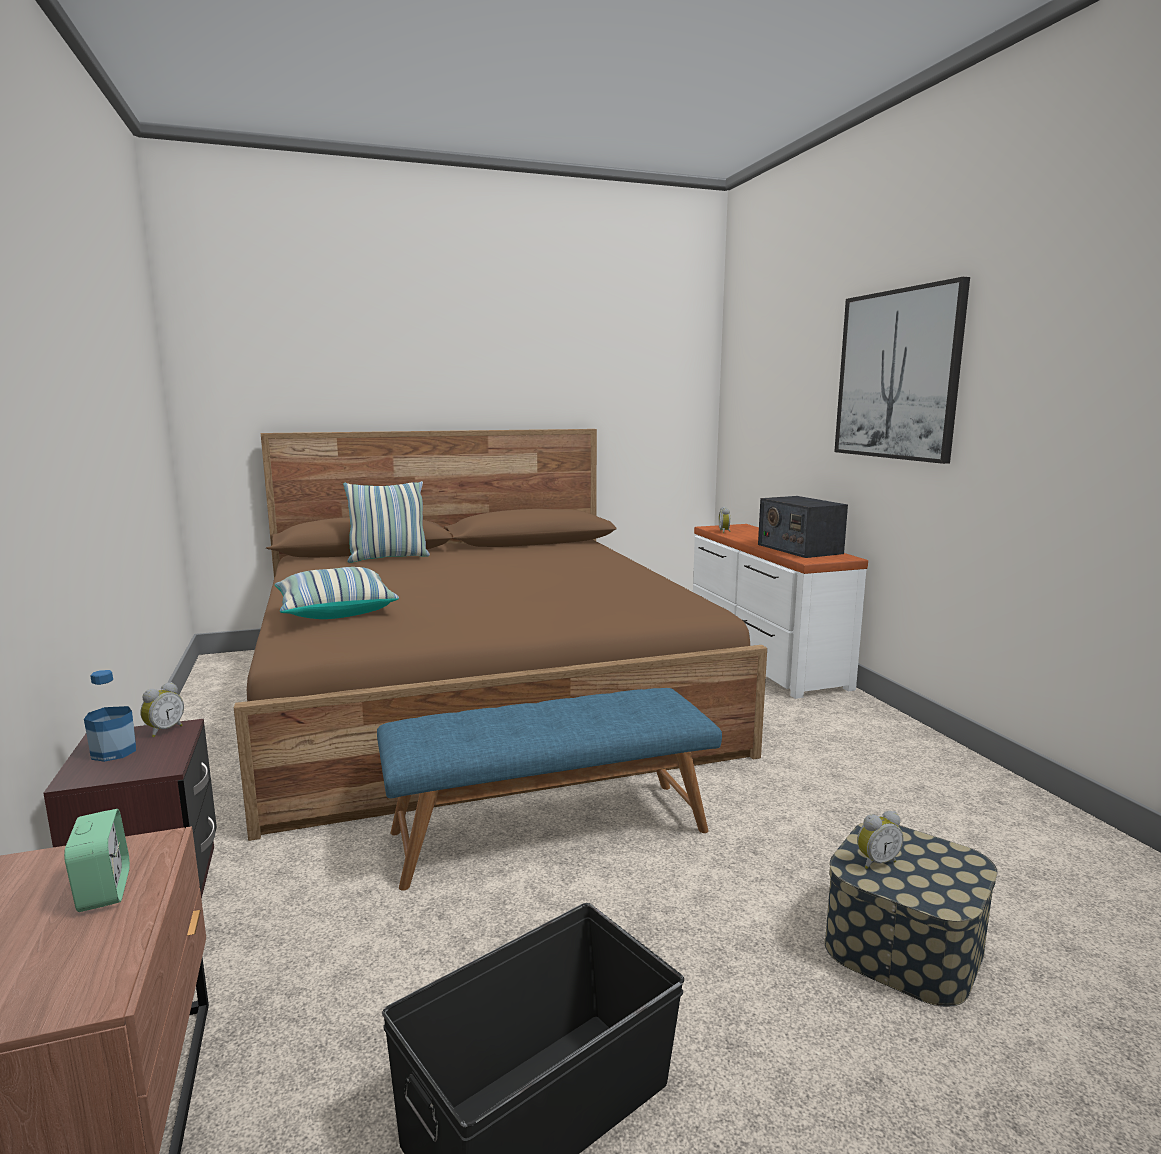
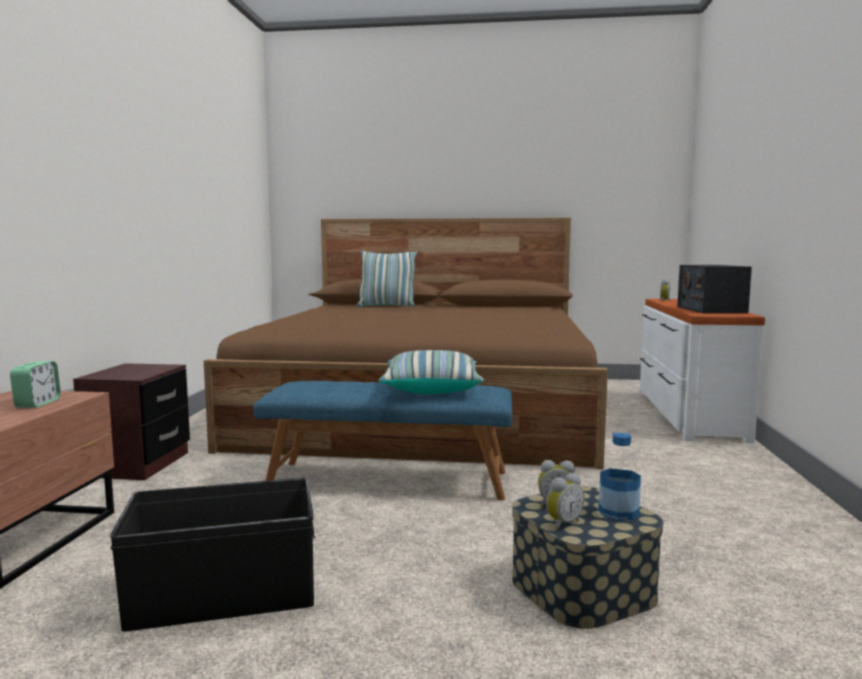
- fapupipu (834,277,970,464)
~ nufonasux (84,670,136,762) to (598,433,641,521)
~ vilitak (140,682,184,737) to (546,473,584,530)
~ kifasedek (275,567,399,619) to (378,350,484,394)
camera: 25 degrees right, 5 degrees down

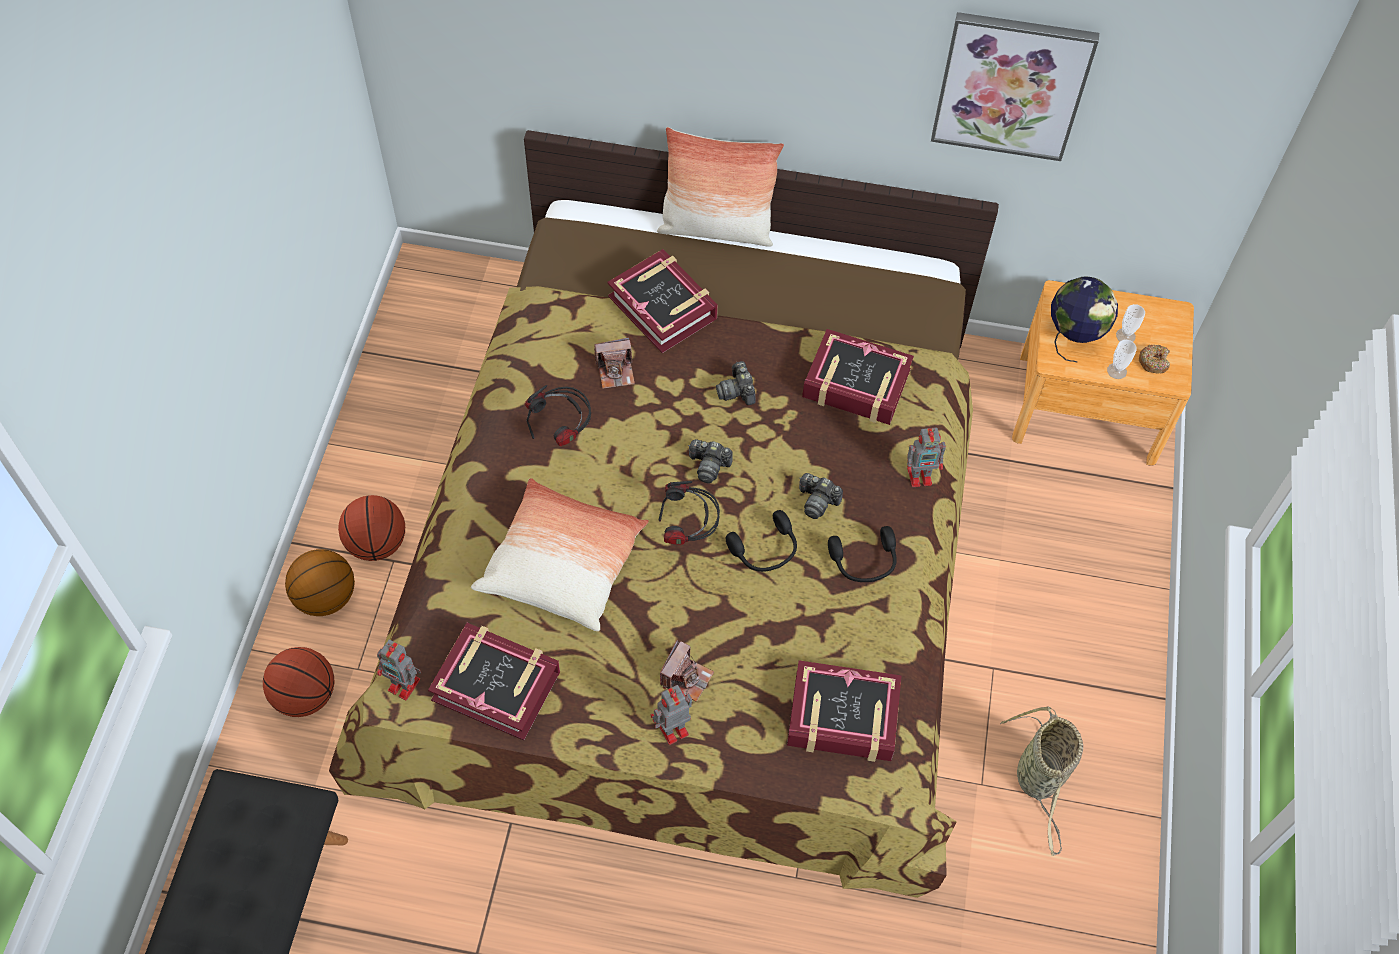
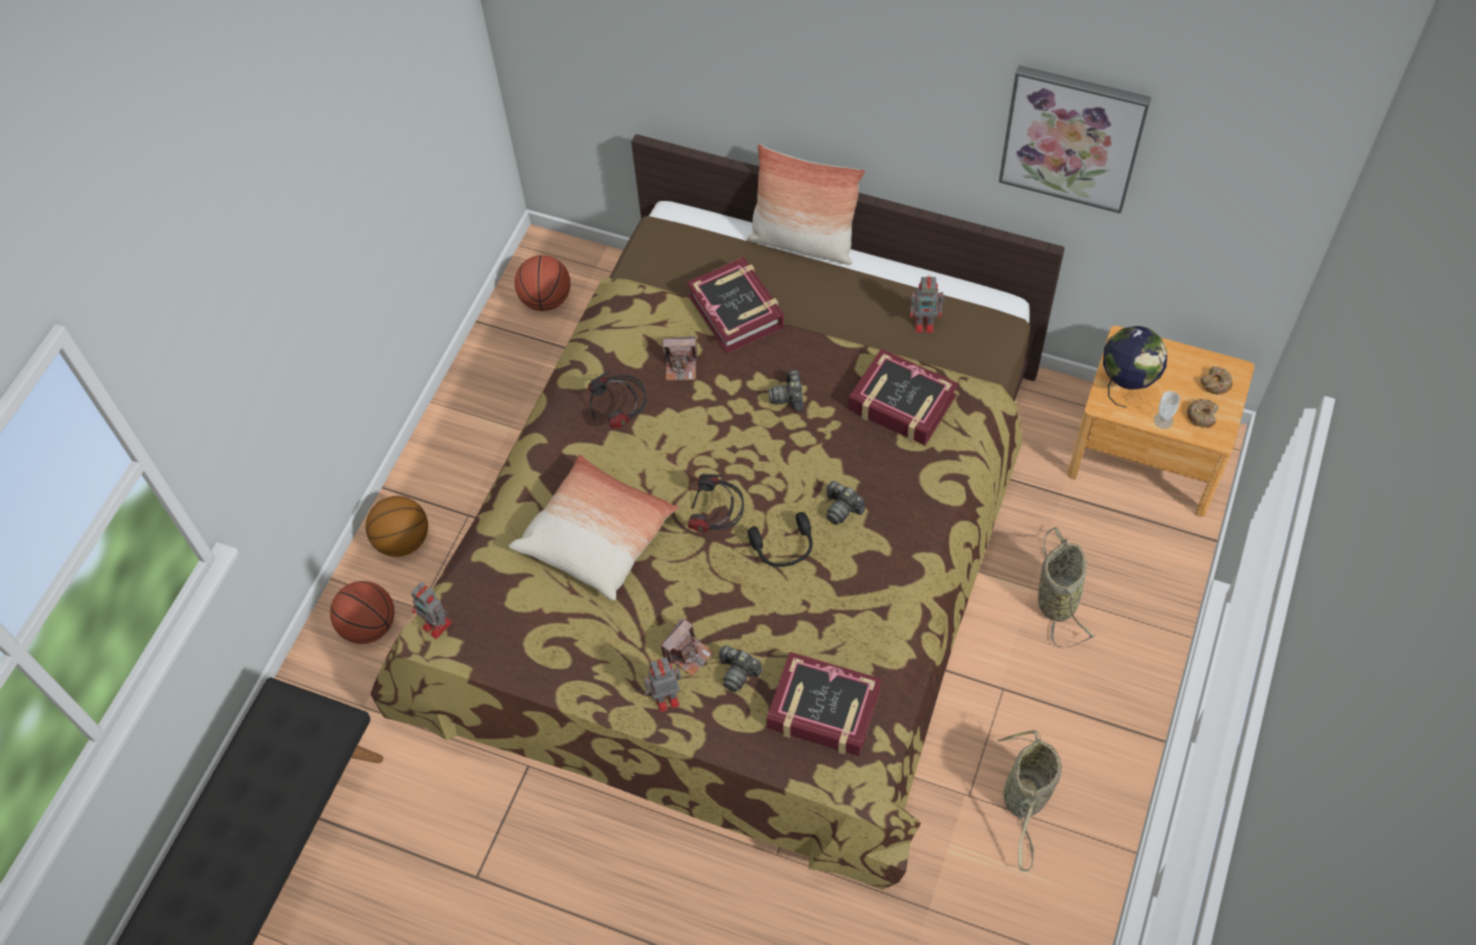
- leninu (428,623,560,741)
- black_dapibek (828,526,897,582)
- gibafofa (1116,304,1145,342)
+ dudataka (1038,527,1096,648)
+ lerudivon (1200,366,1232,395)
~ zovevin (338,495,405,561) to (515,255,570,311)
~ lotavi (688,439,733,483) to (719,646,762,692)
~ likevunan (907,428,946,487) to (910,276,945,333)
camera: 15 degrees right, 0 degrees up

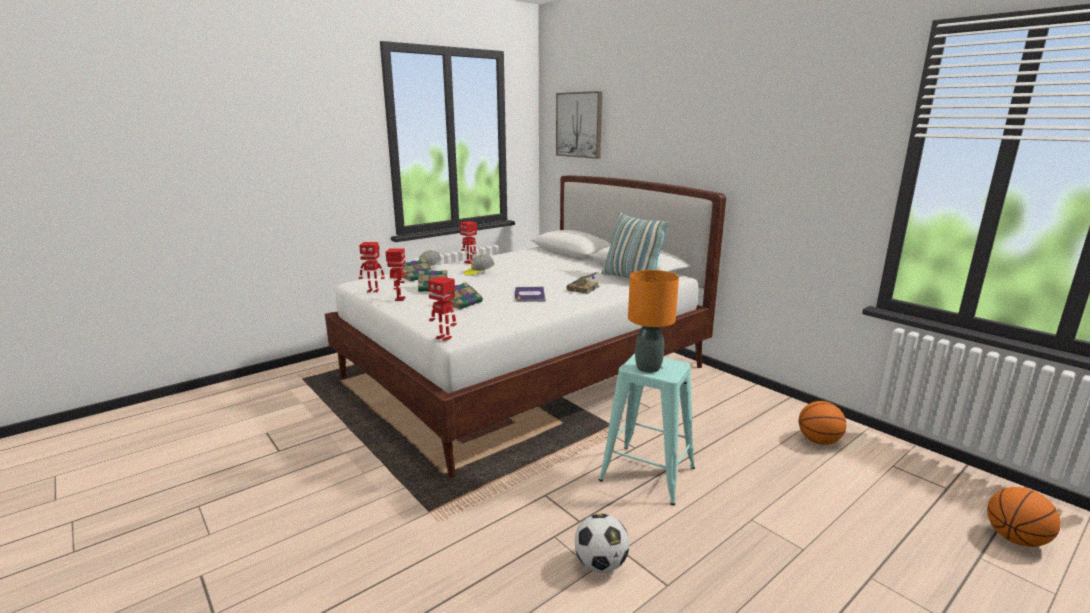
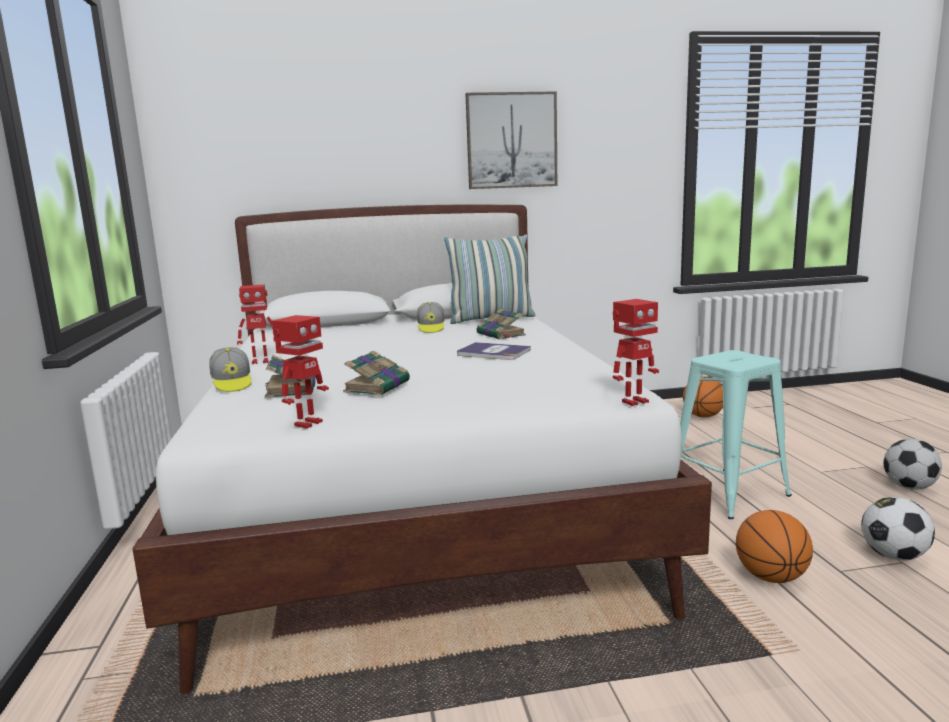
- likevunan (386,248,406,301)
- leninu (448,282,483,309)
- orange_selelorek (628,270,679,373)
+ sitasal (883,439,942,490)
~ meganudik (464,254,495,276) to (417,302,445,333)
~ fapupipu (556,91,602,159) to (466,91,557,189)
~ zovevin (987,487,1061,547) to (736,510,813,583)
camera: 60 degrees left, 5 degrees down

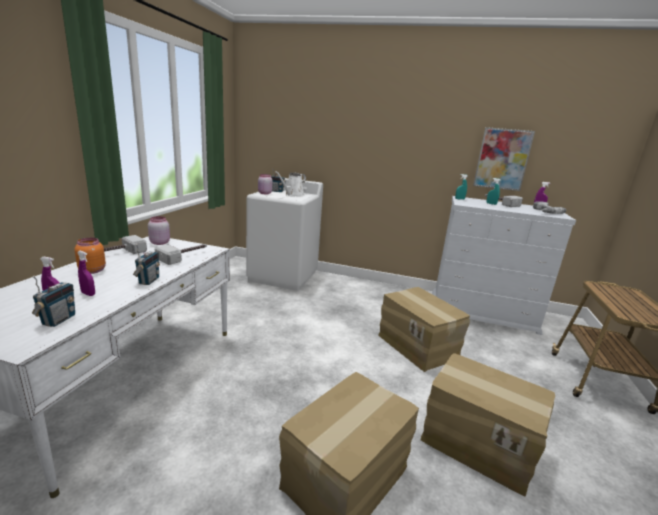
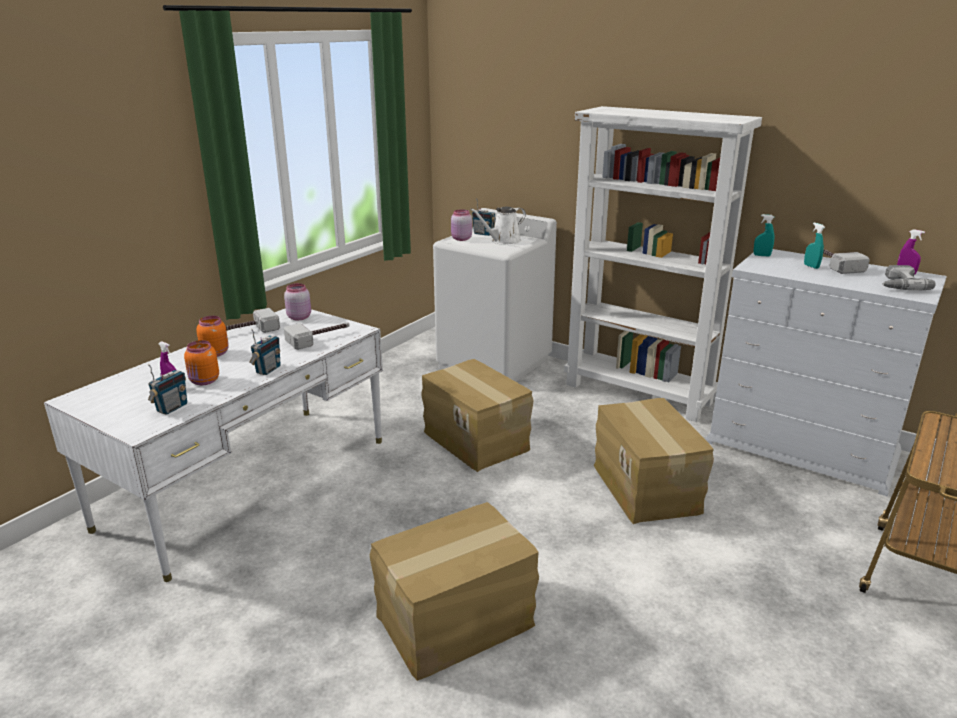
- fapupipu (473,127,535,191)
+ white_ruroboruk (564,106,762,422)
~ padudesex (421,353,555,497) to (421,359,533,472)
~ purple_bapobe (77,251,95,296) to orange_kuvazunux (184,340,219,385)
camera: 20 degrees right, 5 degrees up

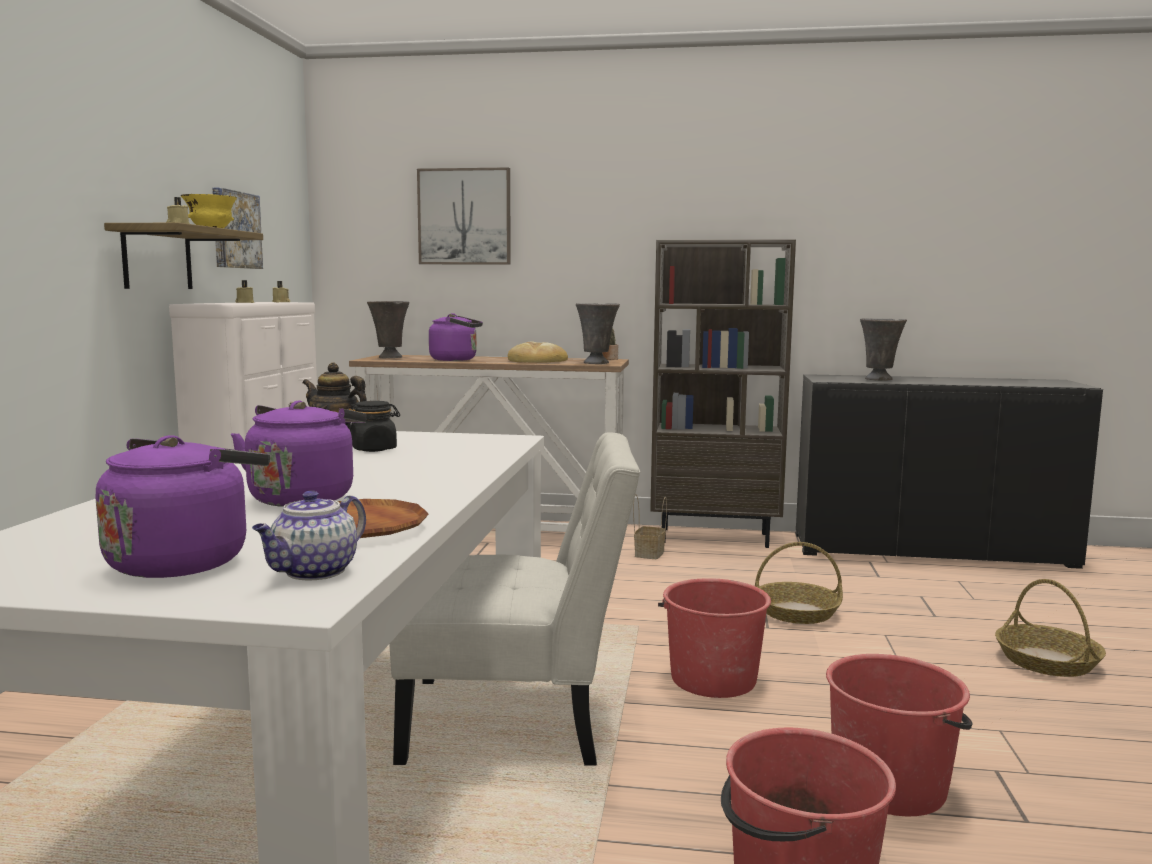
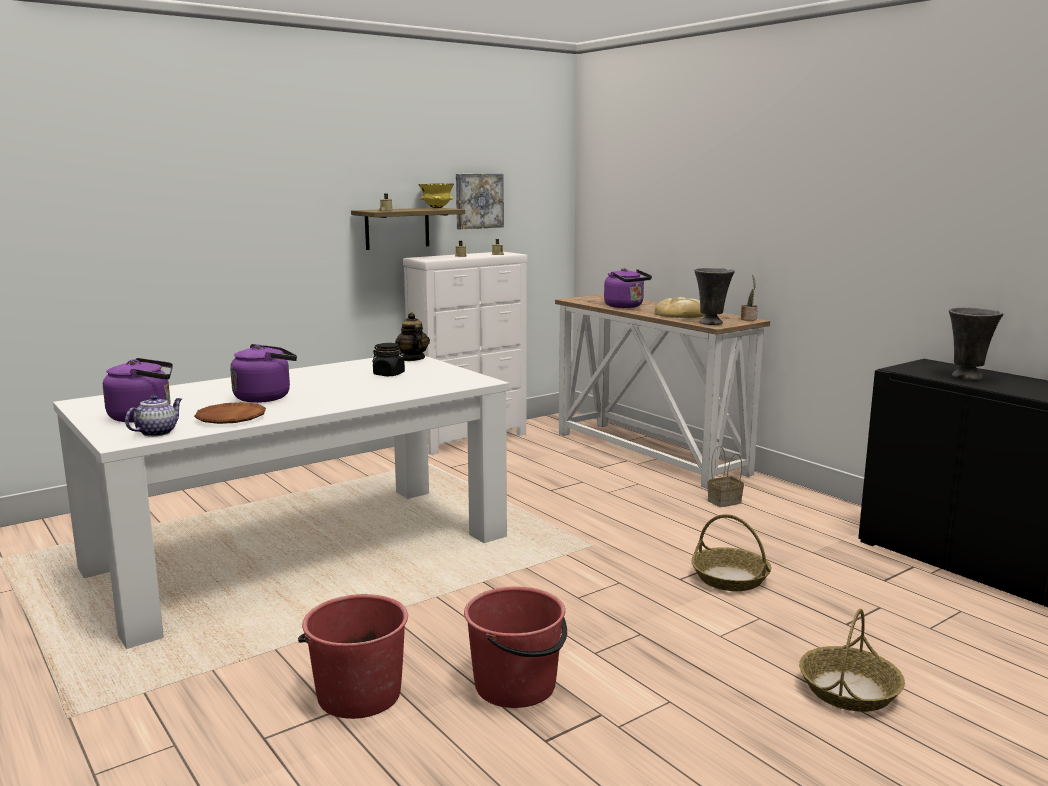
- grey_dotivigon (367,301,409,358)
- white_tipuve (389,432,640,766)
- fapupipu (417,167,511,265)
- brown_ruroboruk (650,239,796,548)
- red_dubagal (658,578,771,698)
~ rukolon (252,490,366,580) = (125,395,182,437) 135 degrees clockwise
camera: 45 degrees right, 5 degrees up

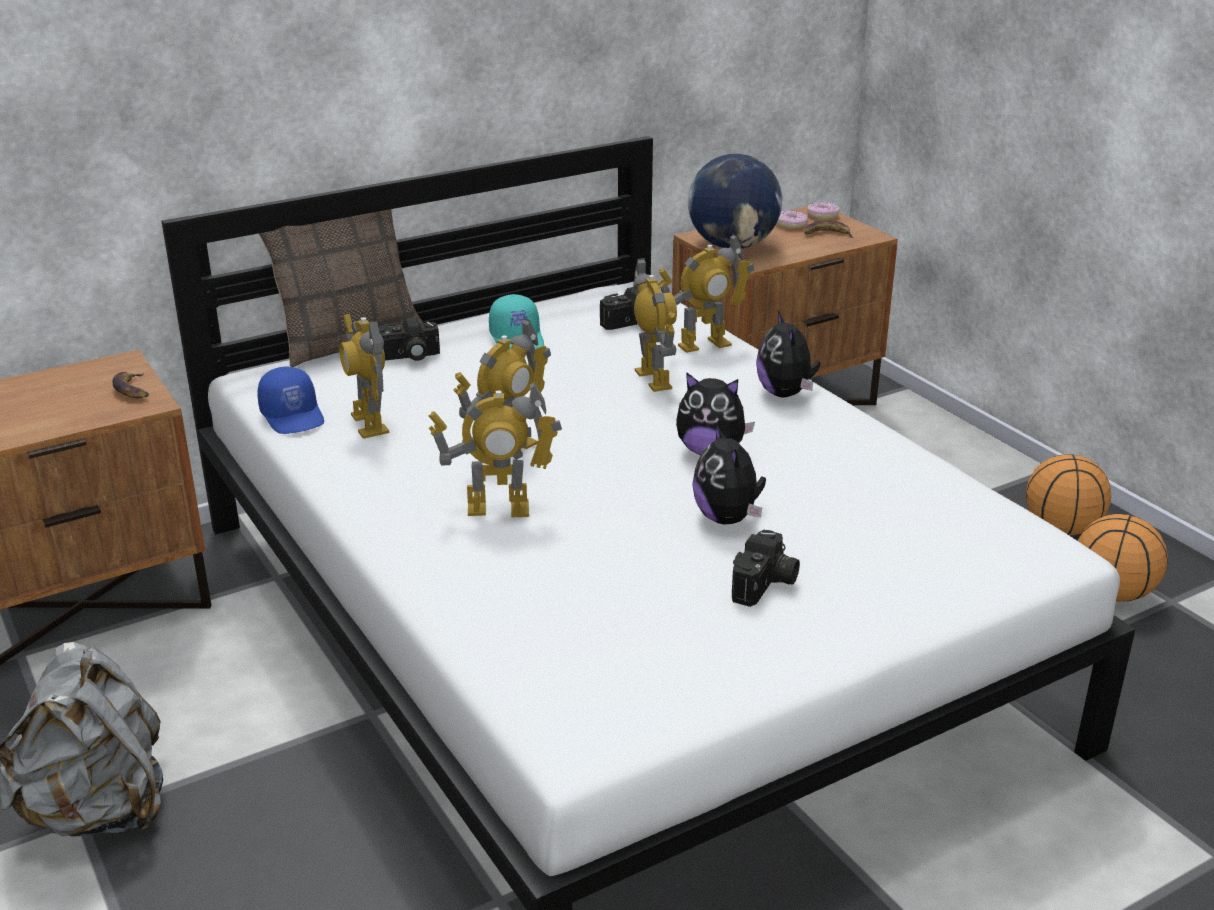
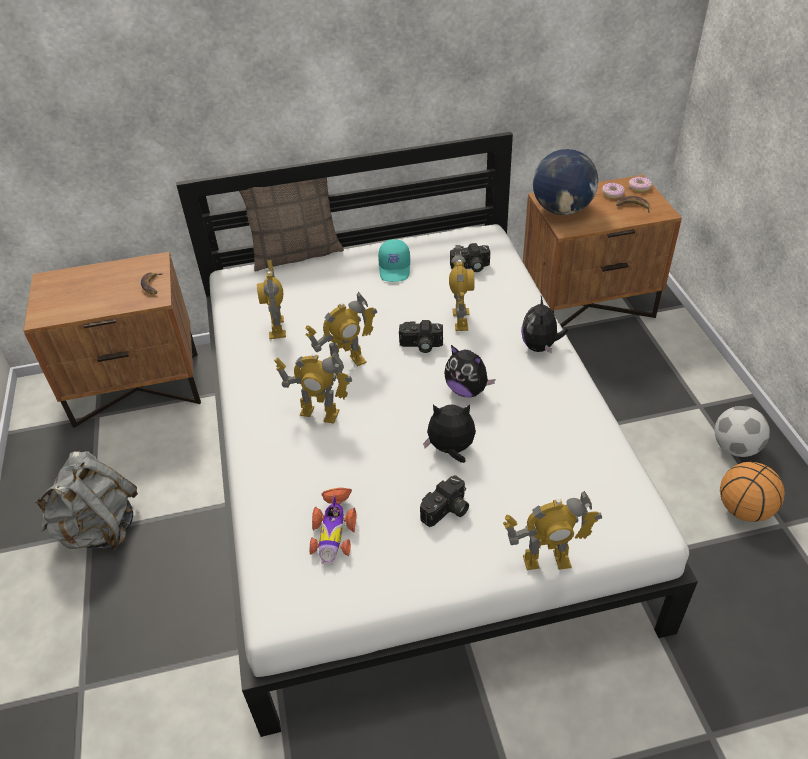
- blue_meganudik (257,367,324,434)
+ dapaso (310,487,357,564)
~ lotavi (379,318,440,361) to (399,320,443,353)
~ likevunan (657,234,754,353) to (503,491,602,570)
~ zovevin (1026,454,1111,535) to sitasal (715,406,770,457)
~ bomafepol (692,423,766,524) = (423,404,476,463) 90 degrees clockwise
camera: 20 degrees right, 15 degrees up

